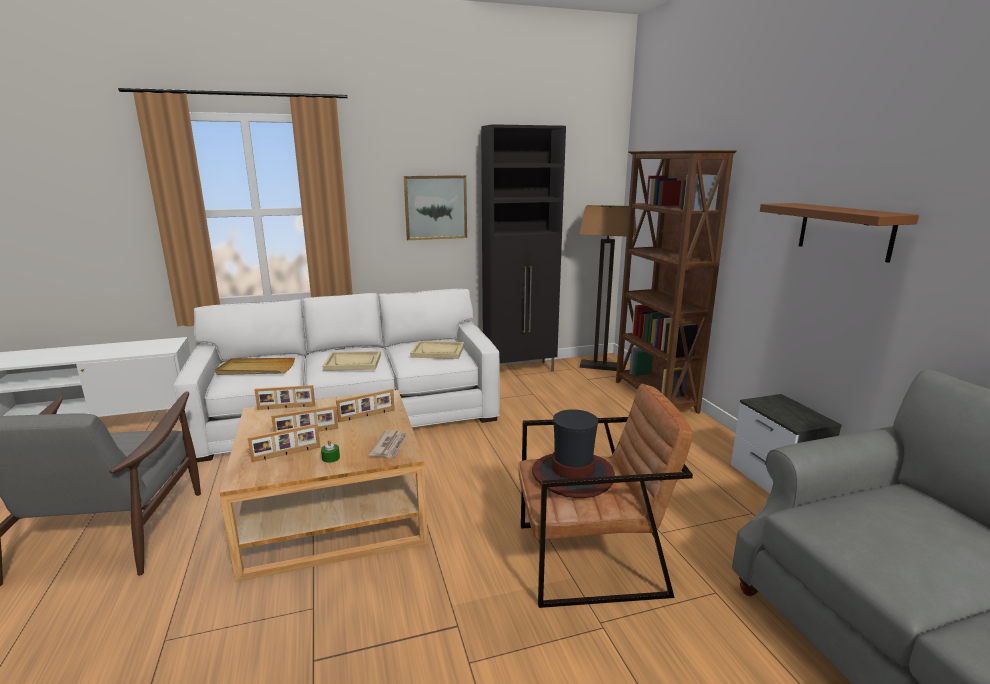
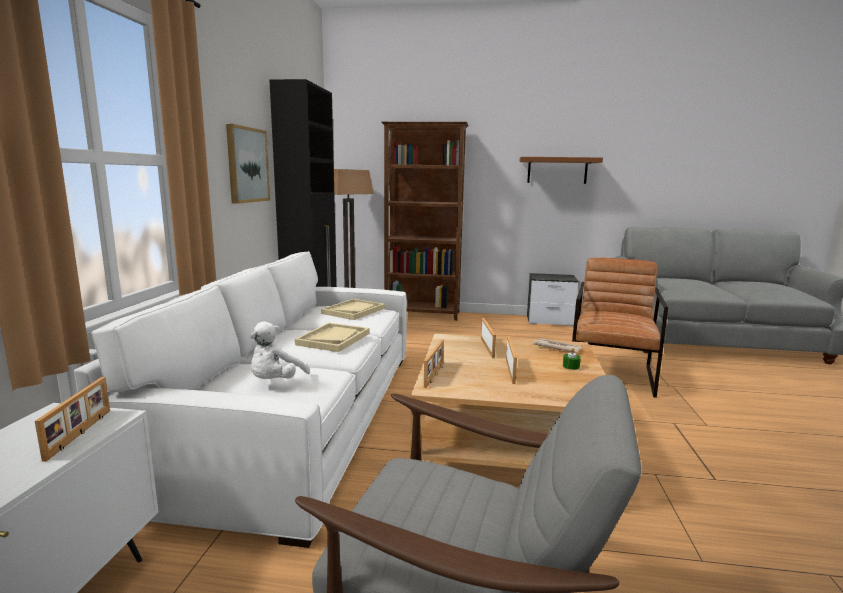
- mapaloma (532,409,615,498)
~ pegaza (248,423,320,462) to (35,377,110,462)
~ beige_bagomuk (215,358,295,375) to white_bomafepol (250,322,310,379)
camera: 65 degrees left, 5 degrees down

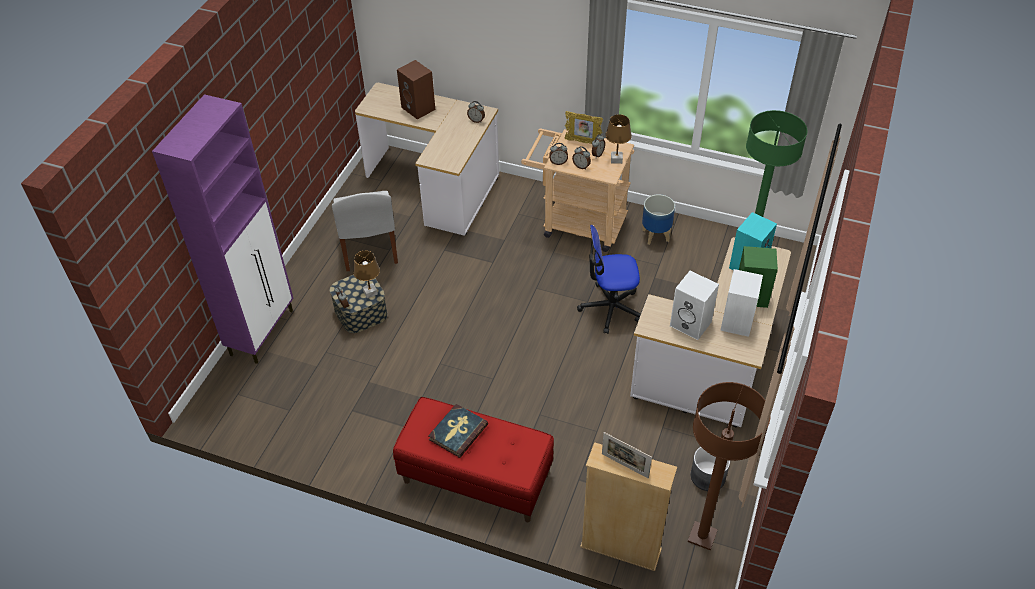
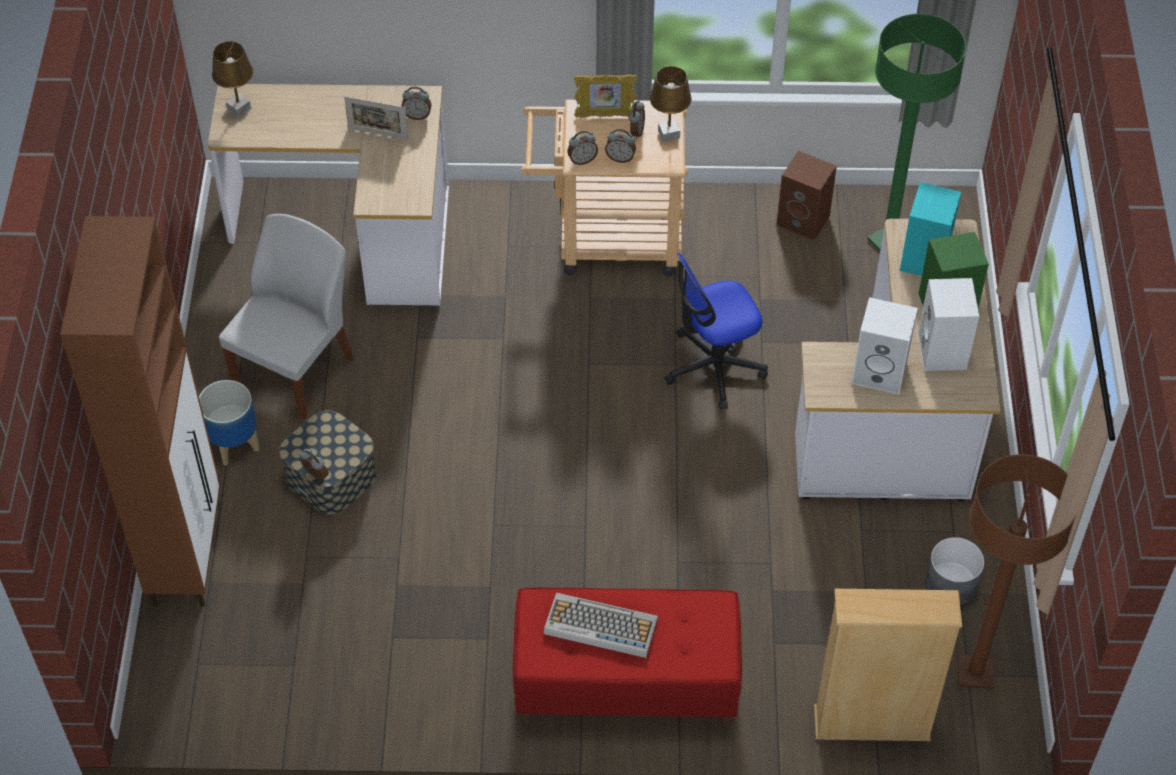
~ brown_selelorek (353,251,380,298) to (212,41,253,118)
~ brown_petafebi (397,60,435,120) to (776,151,837,240)
~ pegaza (602,432,652,479) to (344,96,408,140)
~ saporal (642,194,675,245) to (199,380,260,466)
~ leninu (428,404,488,458) to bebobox (544,592,658,658)
~ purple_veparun (152,94,293,364) to brown_veparun (60,216,221,607)
~ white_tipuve (332,191,398,271) = (219,214,354,420) 120 degrees counterclockwise
camera: 20 degrees left, 5 degrees up

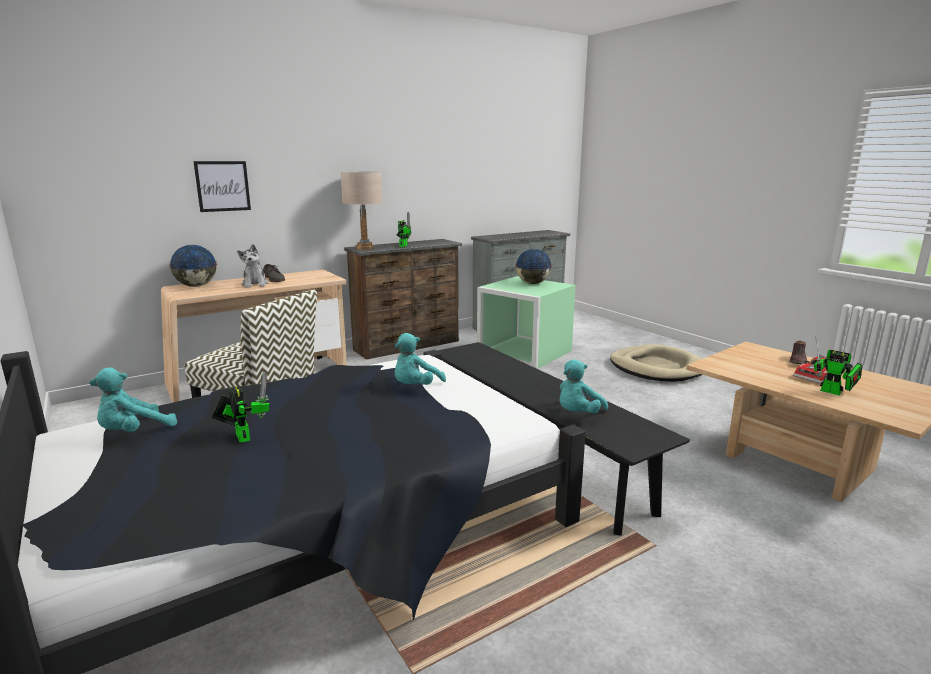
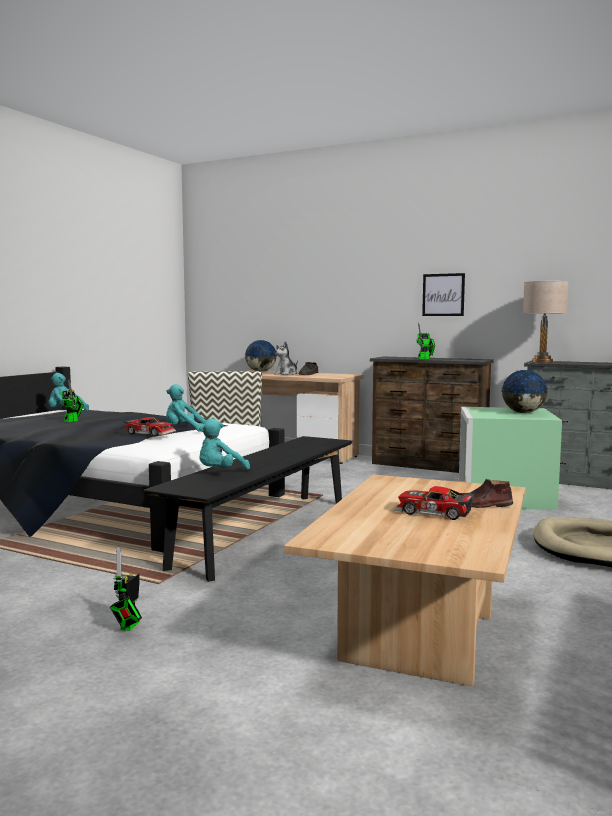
+ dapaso (124,417,176,436)
~ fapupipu (193,161,251,212) to (422,273,465,316)
~ beige_selelorek (340,172,382,250) to (523,281,569,363)
~ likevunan (814,336,862,395) to (110,546,142,631)
~ turquoise_bomafepol (560,359,608,413) = (199,418,250,469) 60 degrees counterclockwise
camera: 60 degrees right, 10 degrees down

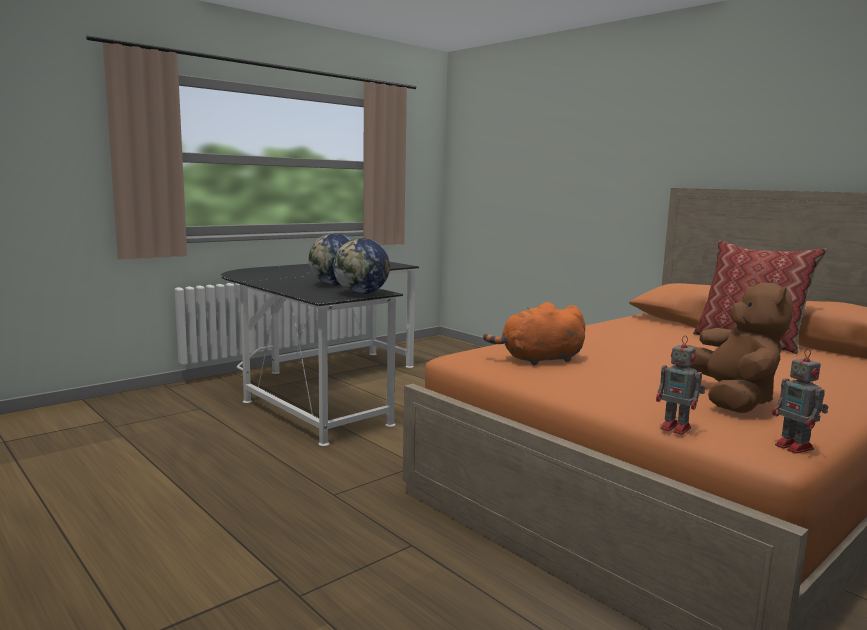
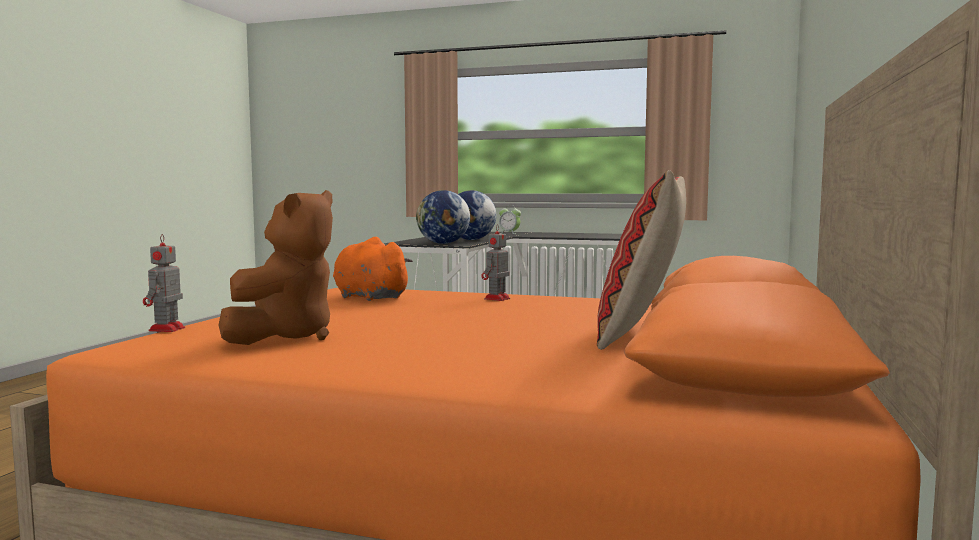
+ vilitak (499,208,521,234)
~ likevunan (772,348,829,454) to (481,224,510,301)
~ brown_bomafepol (688,279,793,413) = (218,190,333,345) 45 degrees counterclockwise
camera: 60 degrees right, 5 degrees down

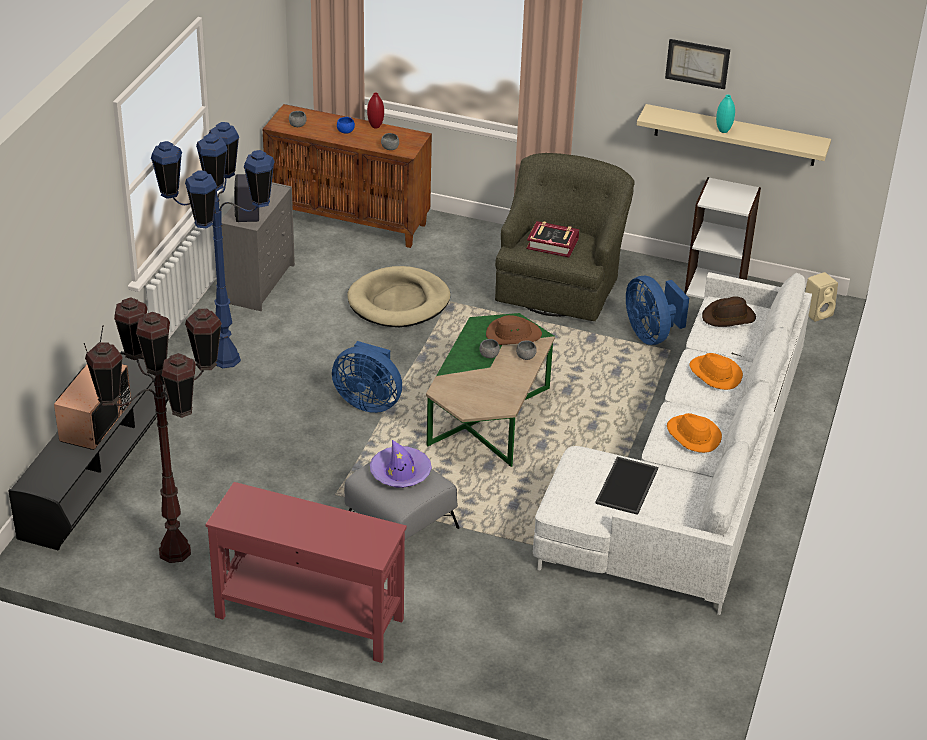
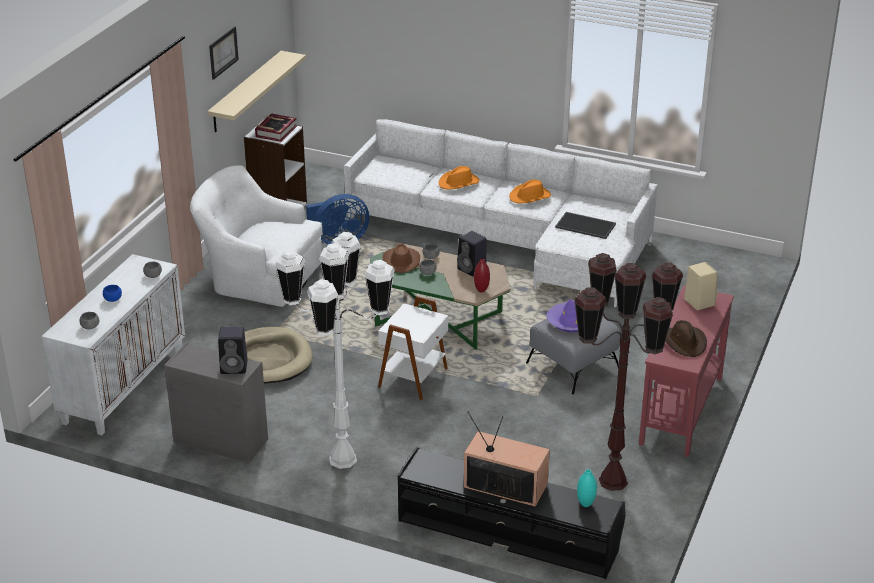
+ black_petafebi (457,231,486,276)
~ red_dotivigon (367,92,384,128) to (474,259,490,292)
~ leninu (527,221,579,258) to (255,114,297,142)
~ brown_mapaloma (702,296,756,327) to (665,320,707,357)
~ turquoise_dotivigon (716,95,735,133) to (577,469,597,507)
~ beige_petafebi (805,272,838,322) to (684,262,718,310)
~ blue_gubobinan (332,341,402,413) to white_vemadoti (378,296,448,401)
~ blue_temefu (151,122,275,368) to white_temefu (275,232,395,469)
~ brown_veparun (263,104,432,248) to white_veparun (41,254,185,435)
~ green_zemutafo (495,153,635,321) to white_zemutafo (190,165,323,307)
camera: 85 degrees left, 5 degrees down

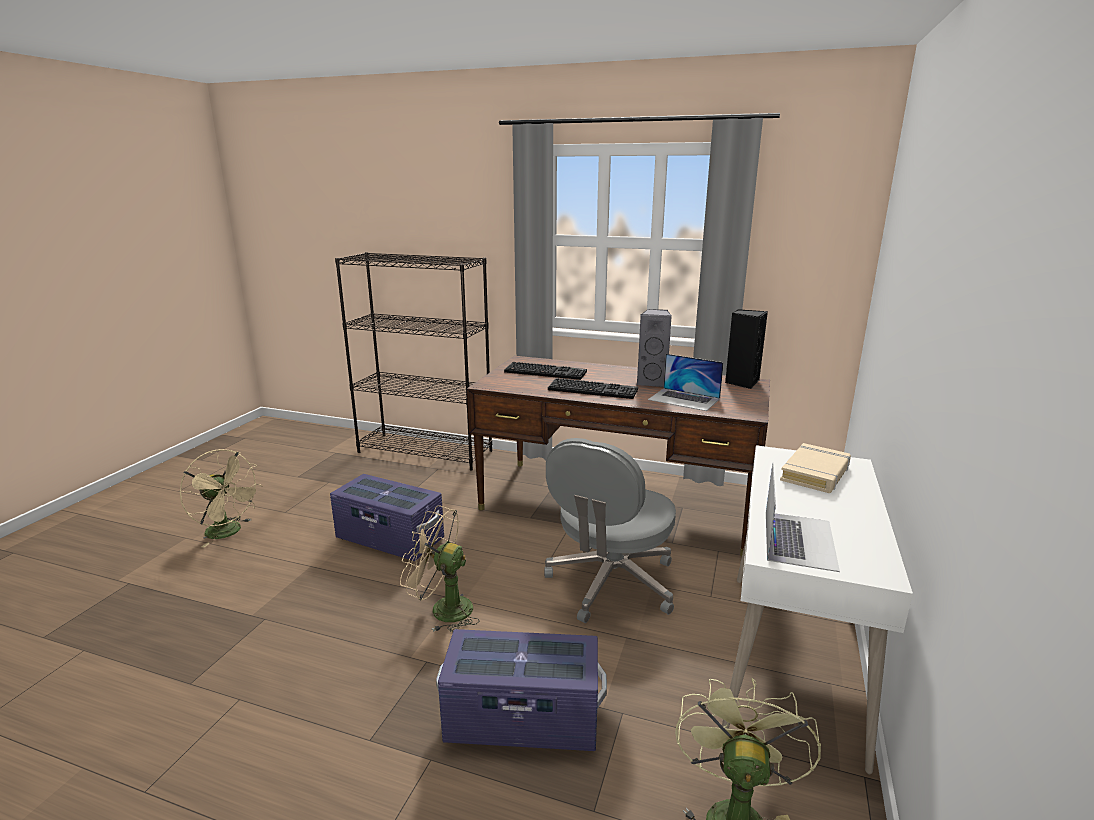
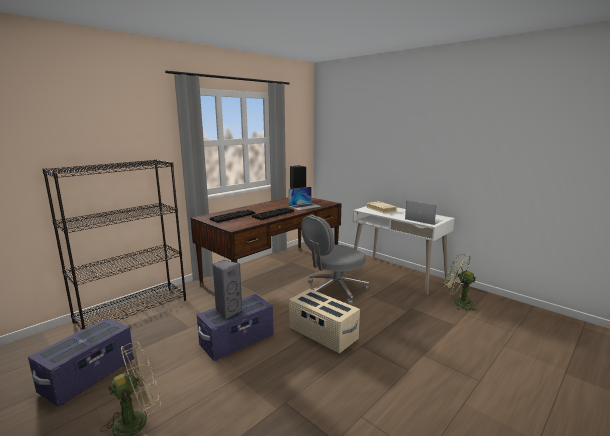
~ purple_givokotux (436,629,607,751) to (28,318,134,407)
~ grey_petafebi (637,309,672,387) to (212,260,242,319)
~ beige_gubobinan (400,505,480,632) to beige_givokotux (289,289,360,353)
~ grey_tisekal (544,438,676,623) = (301,215,370,305) 90 degrees clockwise
camera: 65 degrees left, 5 degrees down

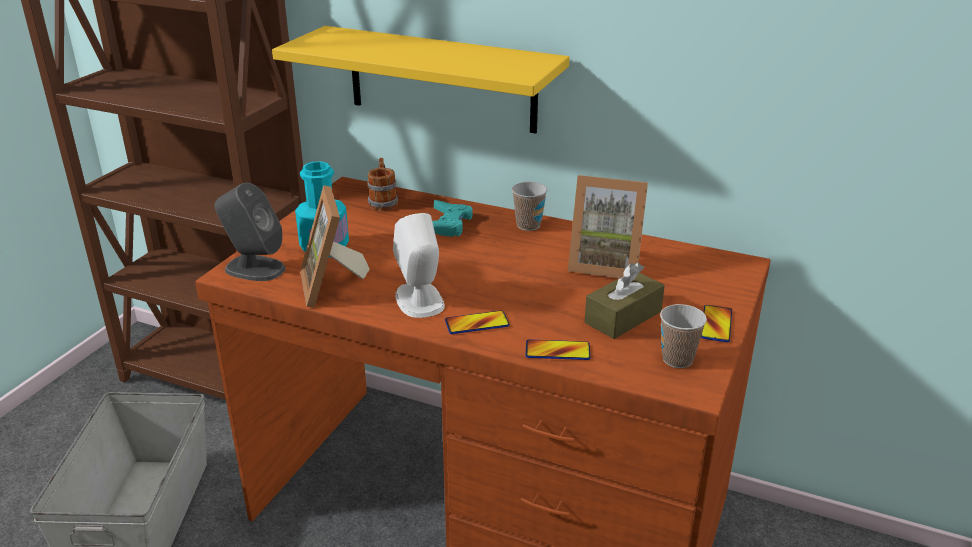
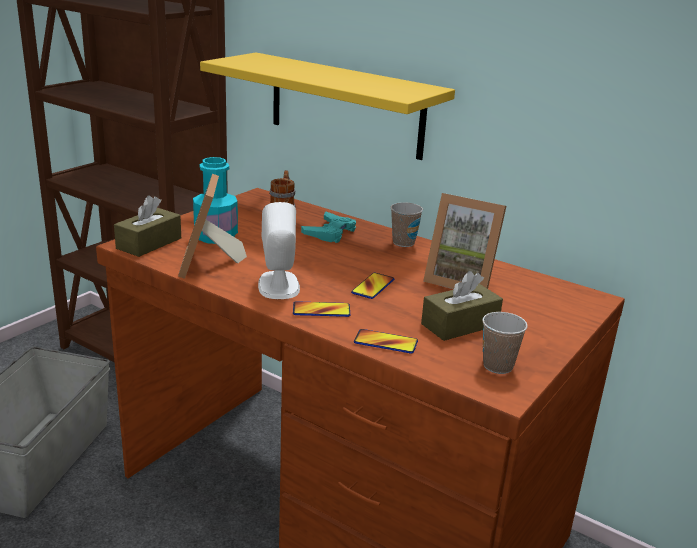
~ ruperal (701,305,732,342) to (351,273,394,299)
~ grey_petafebi (214,183,286,281) to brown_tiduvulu (114,196,181,257)
camera: 10 degrees right, 5 degrees down

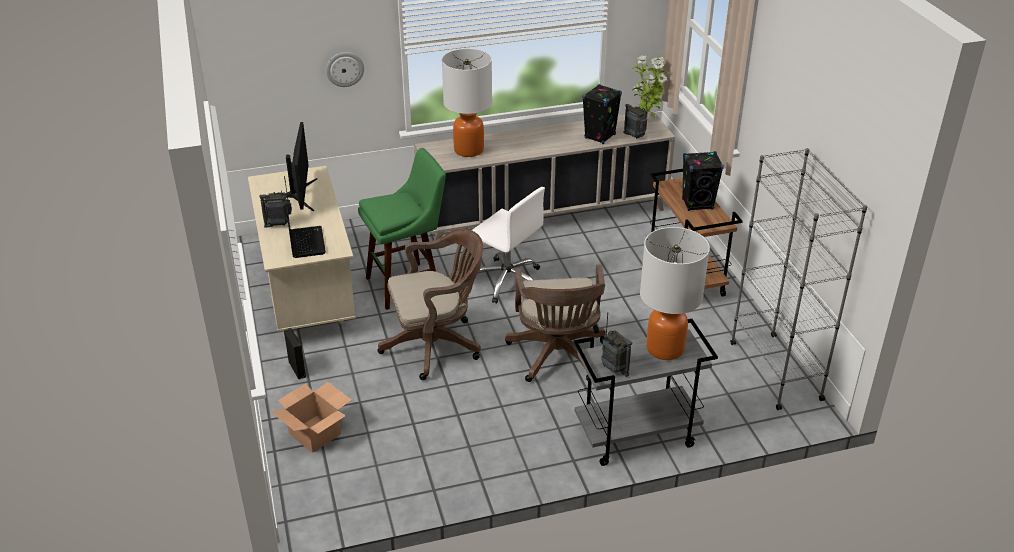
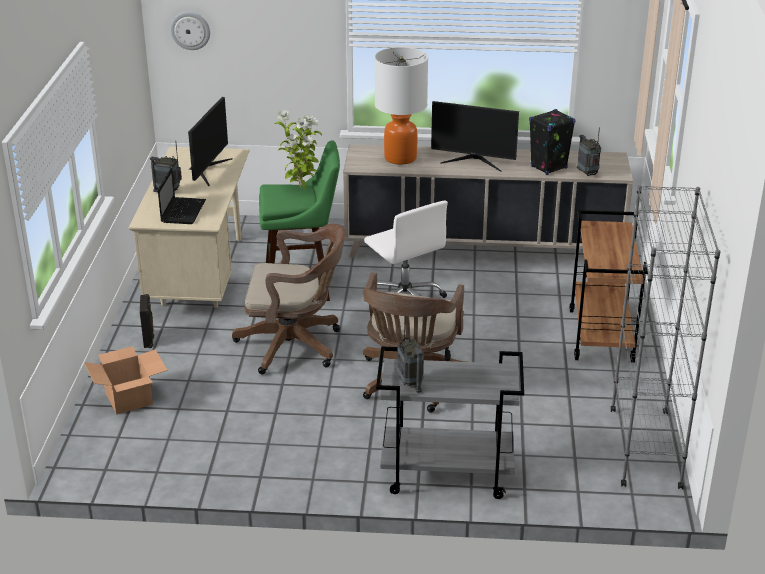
- selelorek (640,227,710,360)
- black_petafebi (682,151,724,211)
+ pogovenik (431,101,519,172)
~ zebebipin (326,52,364,87) to (170,12,210,50)
~ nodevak (632,55,668,119) to (274,110,322,189)
camera: 20 degrees right, 5 degrees down

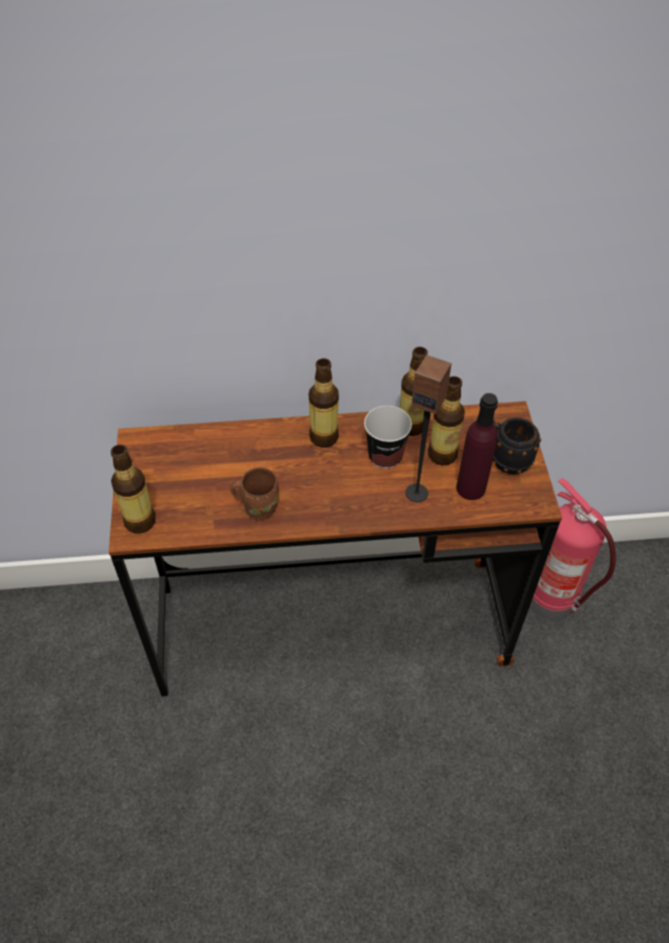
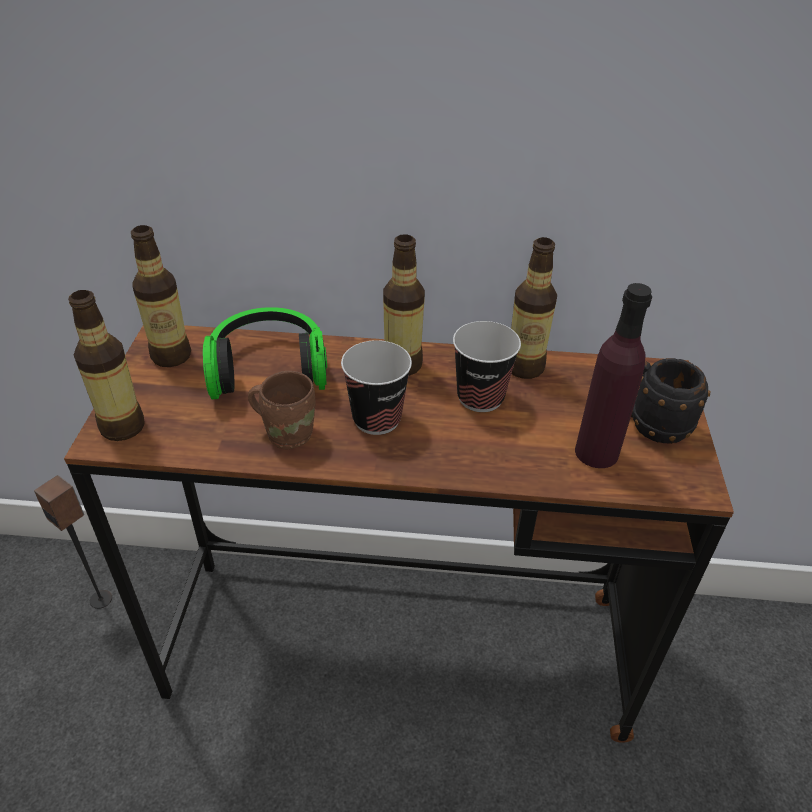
- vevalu (529,478,616,620)
+ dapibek (203,307,327,399)
+ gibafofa (341,340,412,435)
~ petafebi (405,355,452,502) to (34,475,112,609)
~ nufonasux (428,376,465,465) to (131,225,191,367)
camera: 10 degrees right, 10 degrees down

